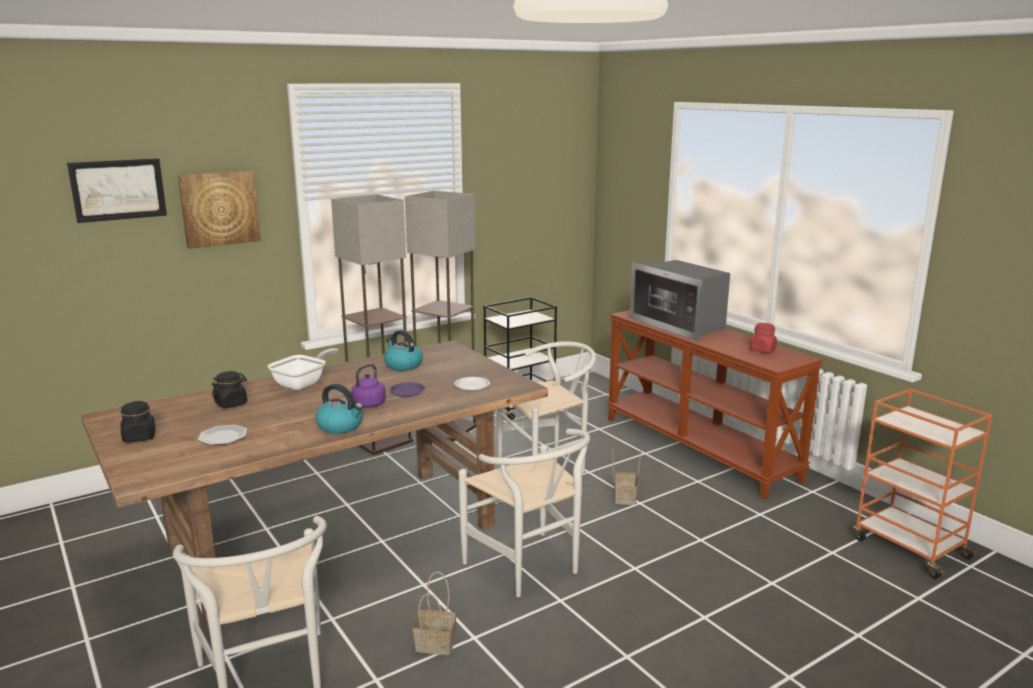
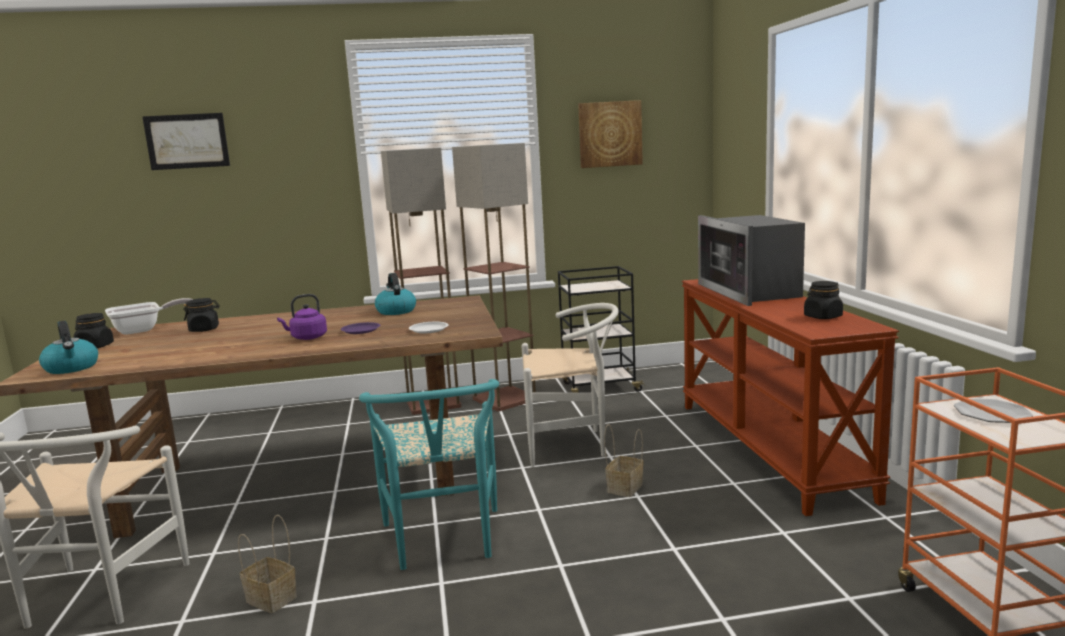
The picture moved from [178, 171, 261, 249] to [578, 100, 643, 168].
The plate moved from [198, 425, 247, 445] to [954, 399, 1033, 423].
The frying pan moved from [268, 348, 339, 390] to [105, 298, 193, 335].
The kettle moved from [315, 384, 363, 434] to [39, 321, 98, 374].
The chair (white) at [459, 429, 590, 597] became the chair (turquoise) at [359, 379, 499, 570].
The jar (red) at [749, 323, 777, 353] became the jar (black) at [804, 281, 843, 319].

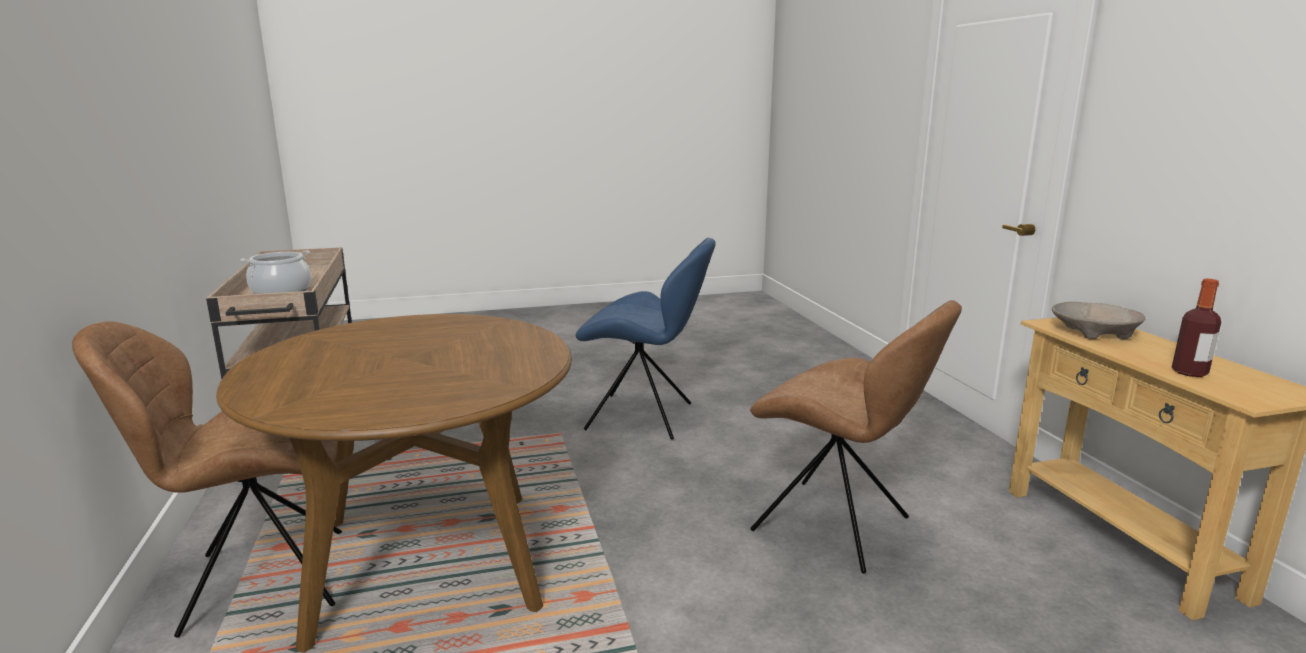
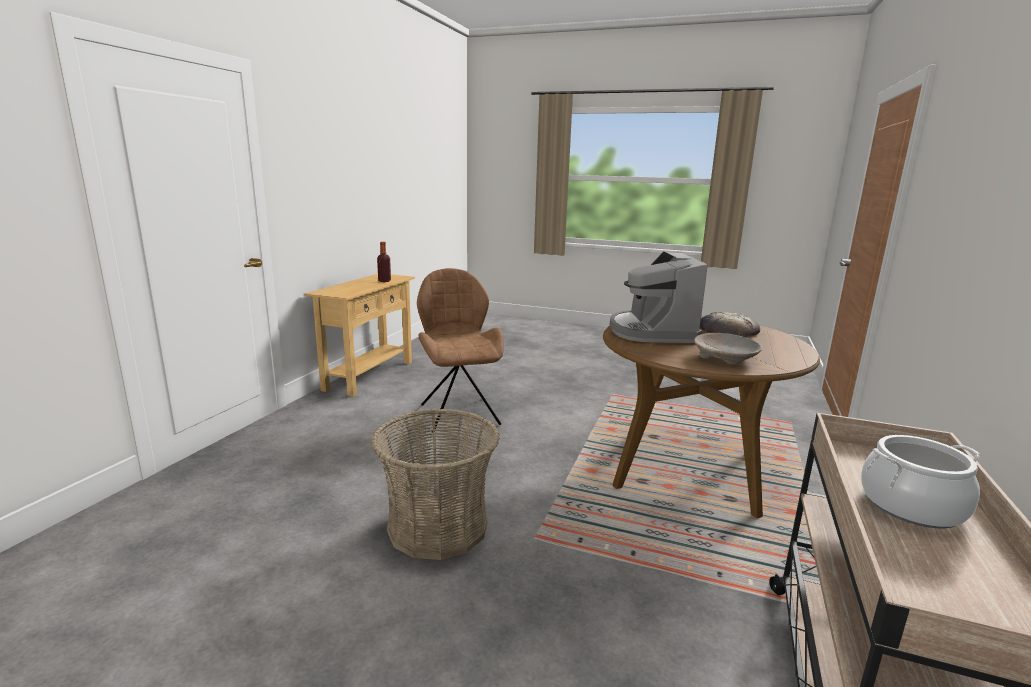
The chair (brown) at [72, 321, 342, 638] disappeared.
The chair (blue) at [575, 238, 716, 440] was replaced by the basket at [371, 409, 500, 560].
The bowl (beige) moved from [1052, 302, 1146, 339] to [694, 333, 762, 365].
The coffee machine at [609, 251, 708, 343] appeared.
The bread at [700, 312, 760, 337] appeared.

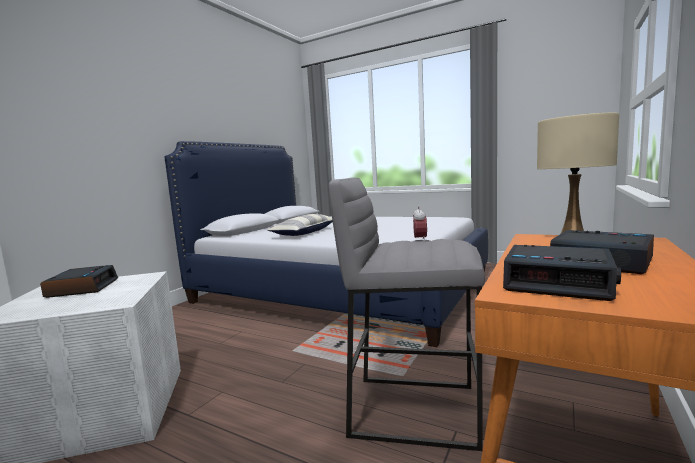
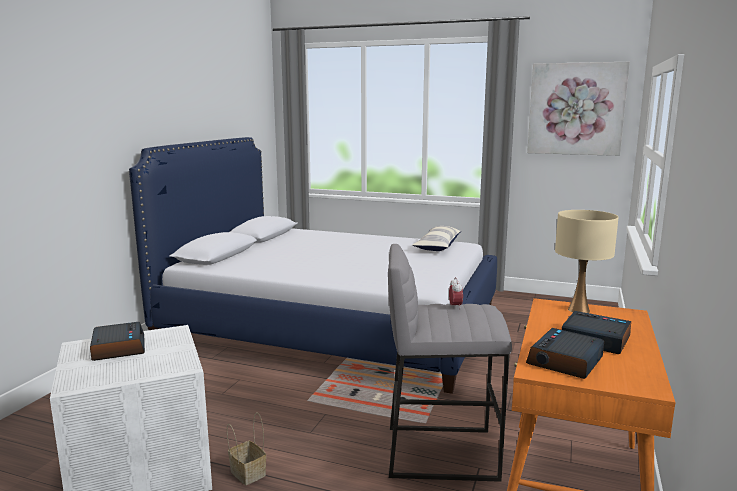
The pillow moved from [267, 214, 333, 236] to [412, 226, 461, 251].
The alarm clock at [503, 245, 621, 301] turned 105 degrees clockwise.
The basket at [227, 413, 266, 485] appeared.
The picture at [527, 62, 630, 156] appeared.

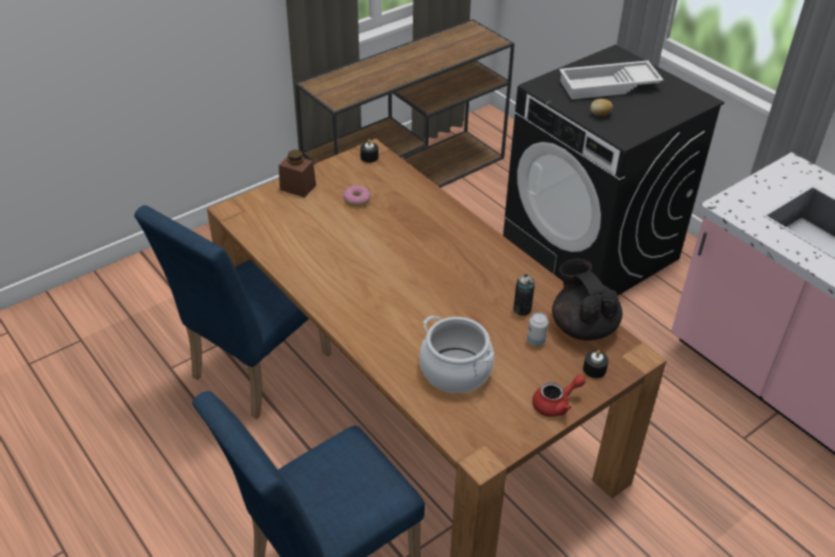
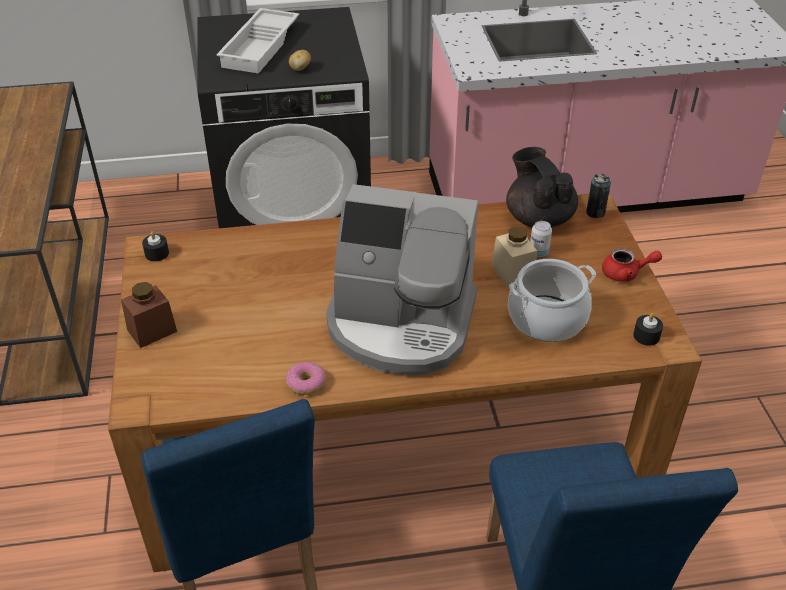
The donut moved from [343, 186, 370, 206] to [285, 362, 326, 395].
The can moved from [513, 274, 535, 316] to [586, 174, 611, 218].
The teapot (red) at [532, 375, 586, 417] turned 90 degrees clockwise.
The teapot (black) at [552, 259, 622, 341] turned 60 degrees clockwise.
The candle (black) moved from [583, 350, 609, 378] to [633, 313, 663, 346].
The coffee machine at [326, 184, 478, 375] appeared.
The jar (beige) at [492, 227, 537, 289] appeared.

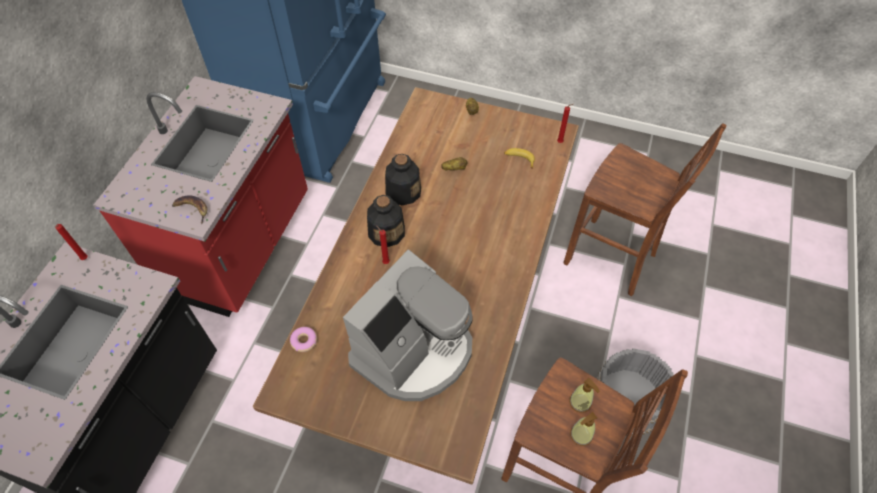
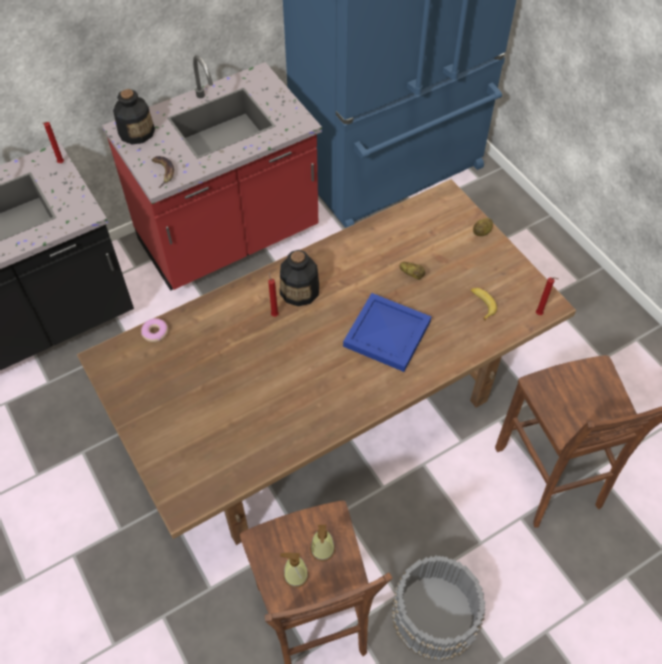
The coffee machine at [343, 249, 472, 401] disappeared.
The bottle moved from [385, 154, 421, 205] to [113, 89, 155, 144].
The tray (blue) at [343, 293, 431, 372] appeared.

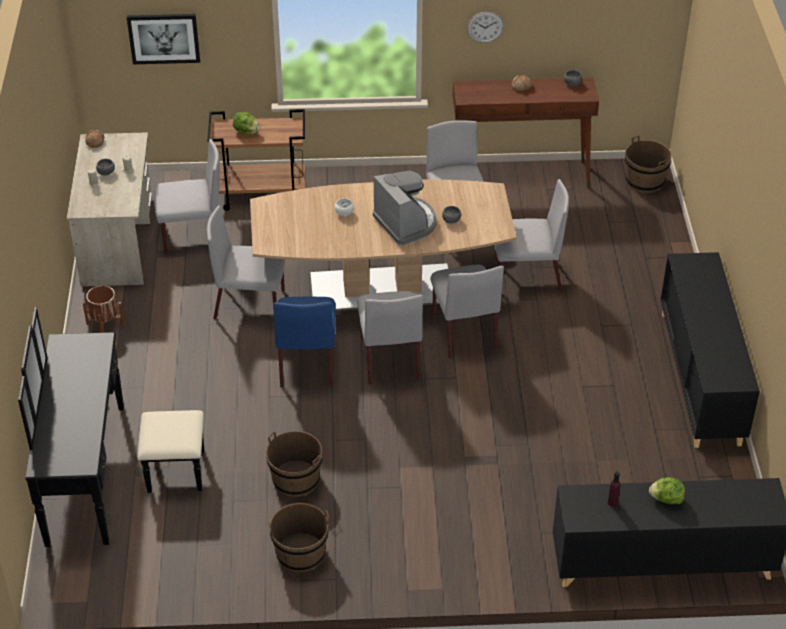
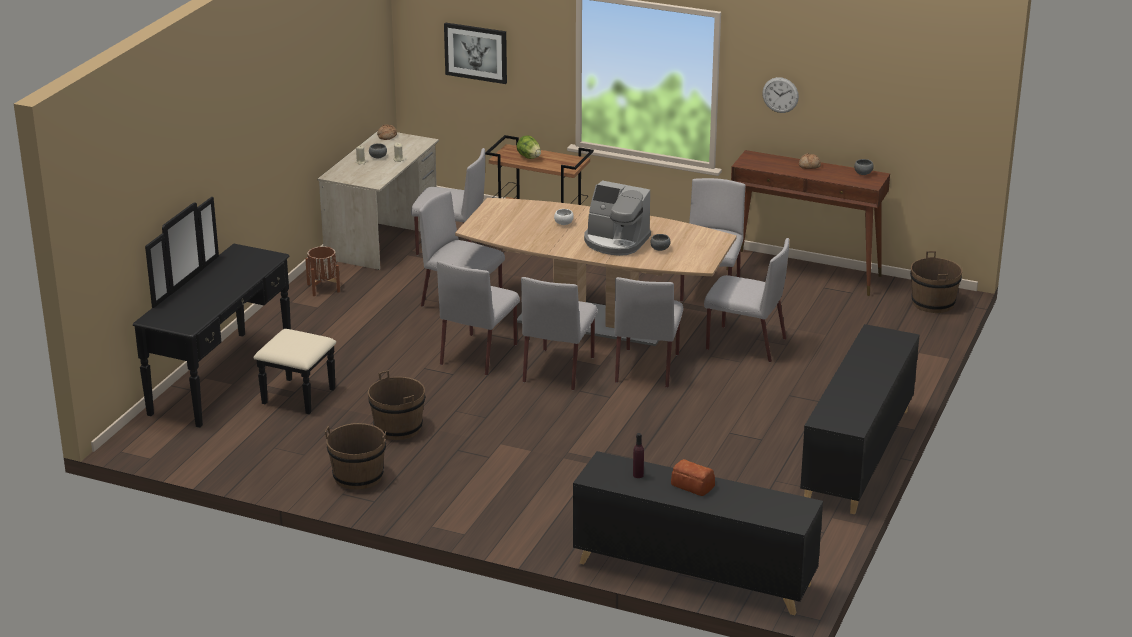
The chair (blue) at [273, 296, 336, 388] became the chair (grey) at [437, 261, 520, 376].
The coffee machine at [373, 171, 437, 246] turned 120 degrees clockwise.
The lettuce at [649, 477, 685, 504] was replaced by the bread at [671, 459, 715, 496].

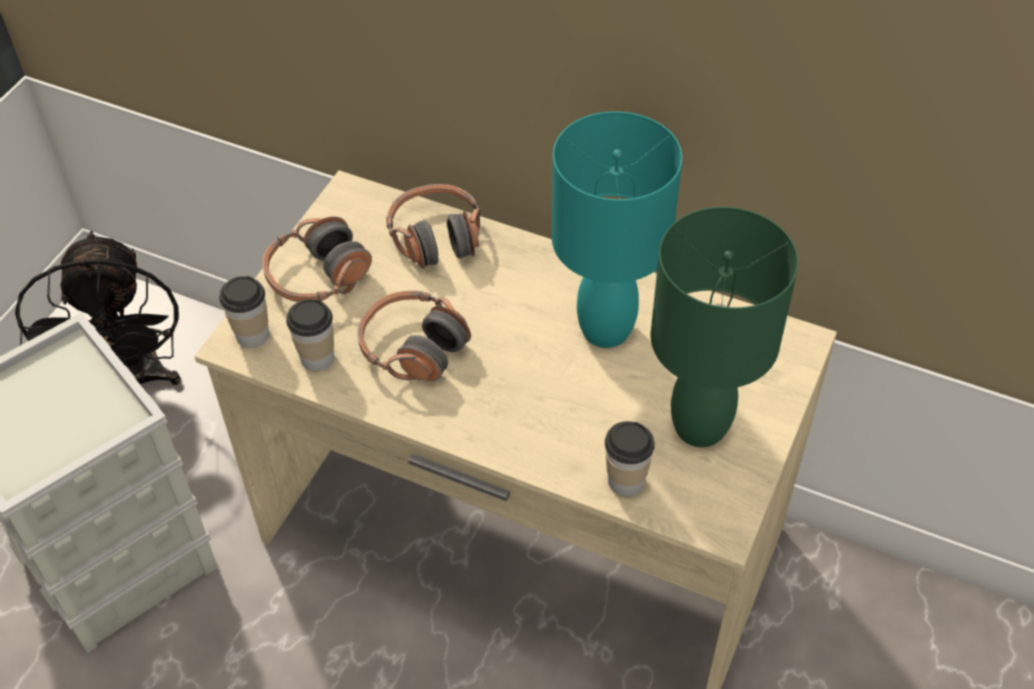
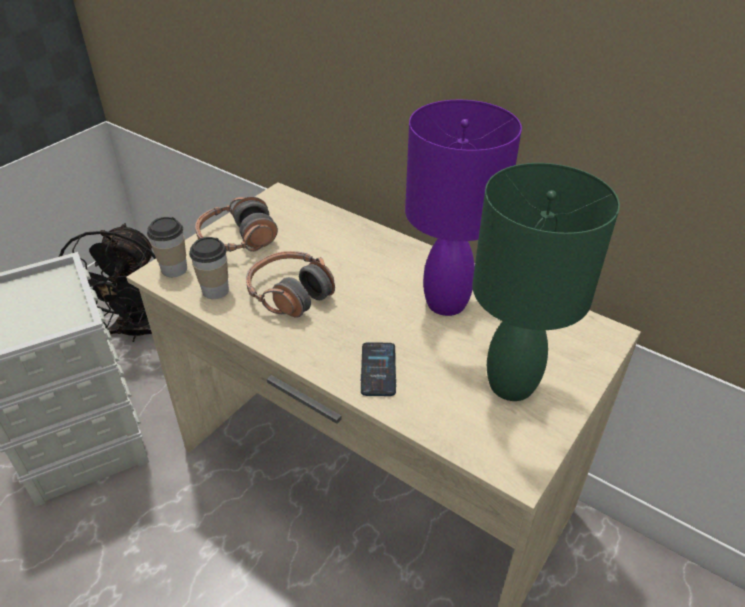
The headphones at [386, 184, 481, 269] disappeared.
The table lamp (turquoise) at [552, 111, 682, 348] became the table lamp (purple) at [405, 100, 522, 316].
The cup at [605, 421, 655, 496] disappeared.
The phone at [361, 342, 396, 396] appeared.

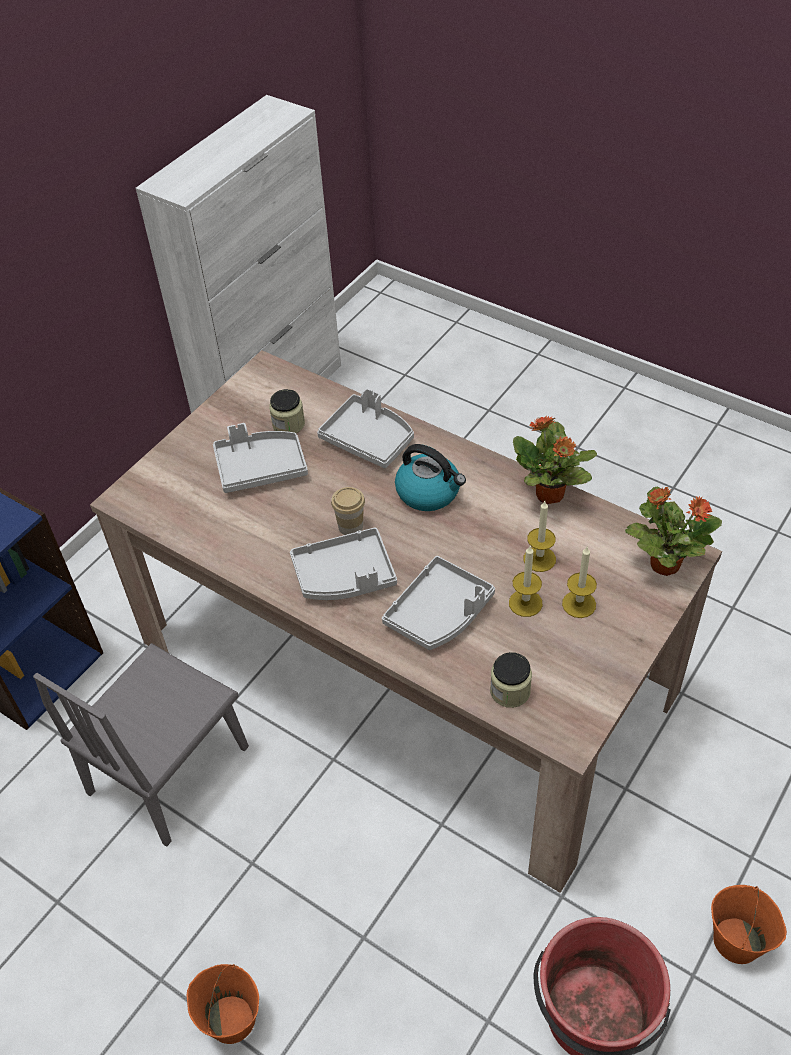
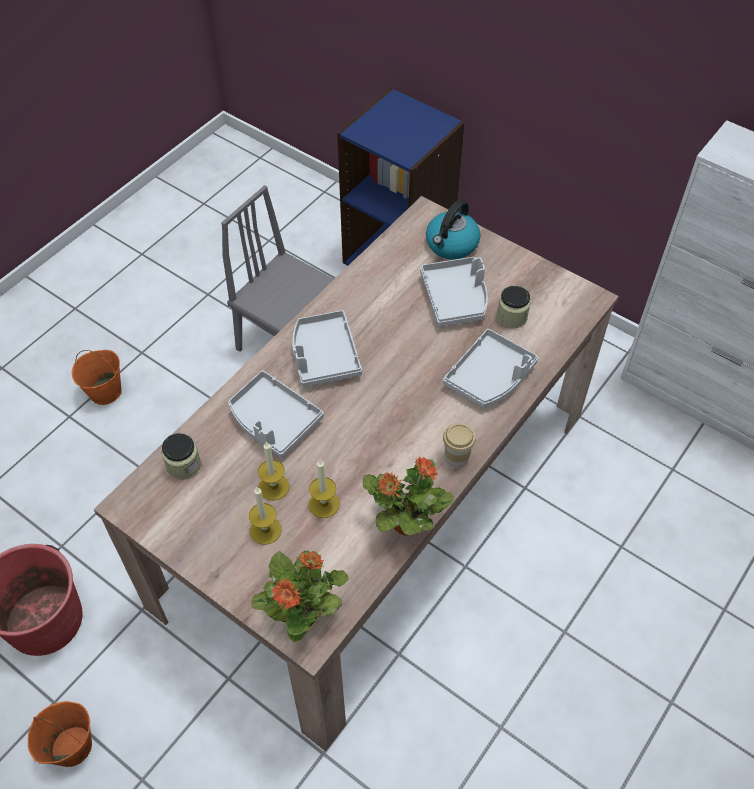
The cup moved from [331, 487, 365, 535] to [443, 423, 476, 468].
The kettle moved from [395, 444, 466, 511] to [426, 200, 481, 259].

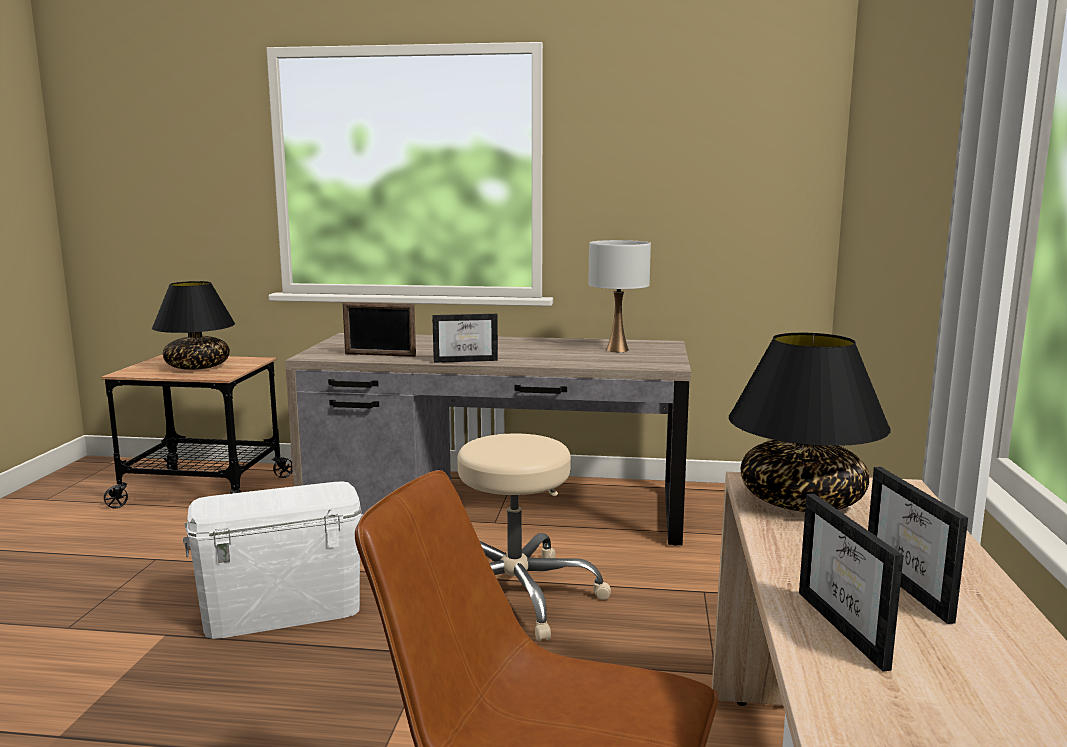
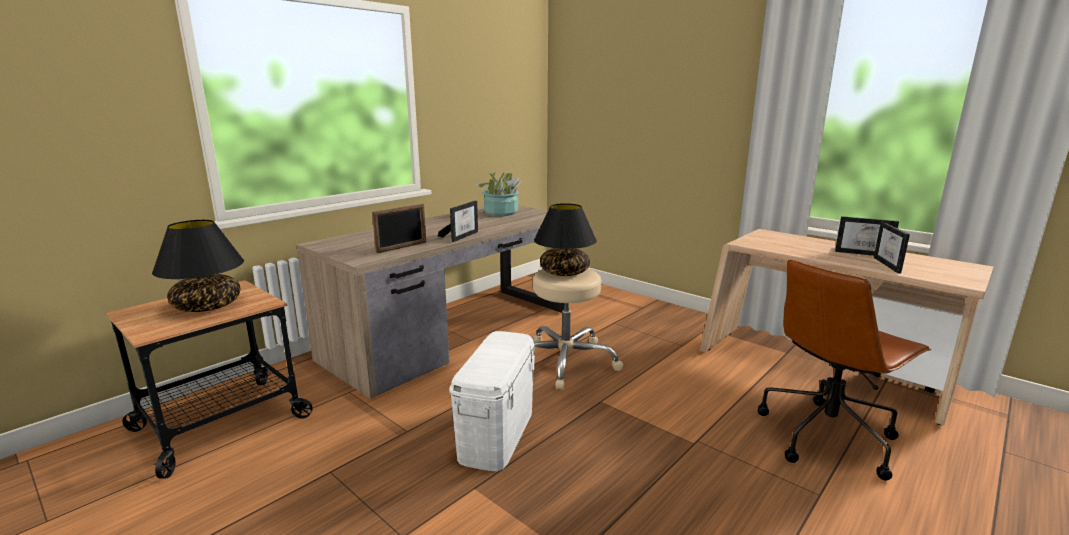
The table lamp (white) at [588, 240, 651, 352] was replaced by the potted plant at [475, 172, 521, 216].
The table lamp (black) moved from [729, 333, 891, 512] to [534, 203, 597, 276].
The picture frame at [799, 494, 904, 672] turned 75 degrees clockwise.

